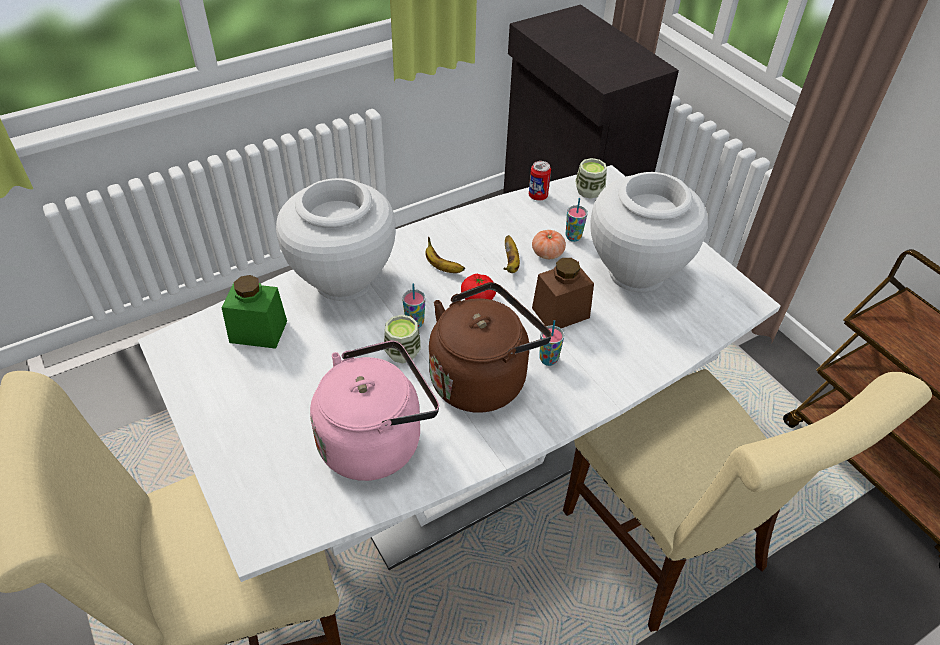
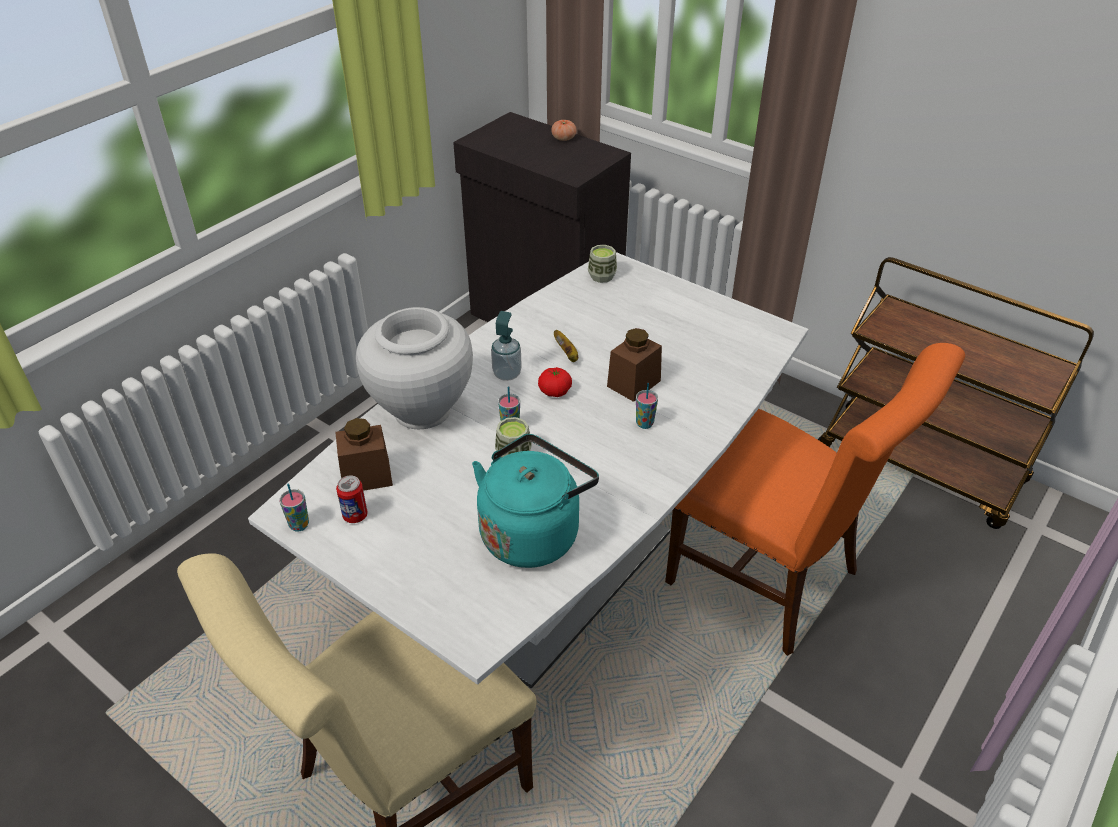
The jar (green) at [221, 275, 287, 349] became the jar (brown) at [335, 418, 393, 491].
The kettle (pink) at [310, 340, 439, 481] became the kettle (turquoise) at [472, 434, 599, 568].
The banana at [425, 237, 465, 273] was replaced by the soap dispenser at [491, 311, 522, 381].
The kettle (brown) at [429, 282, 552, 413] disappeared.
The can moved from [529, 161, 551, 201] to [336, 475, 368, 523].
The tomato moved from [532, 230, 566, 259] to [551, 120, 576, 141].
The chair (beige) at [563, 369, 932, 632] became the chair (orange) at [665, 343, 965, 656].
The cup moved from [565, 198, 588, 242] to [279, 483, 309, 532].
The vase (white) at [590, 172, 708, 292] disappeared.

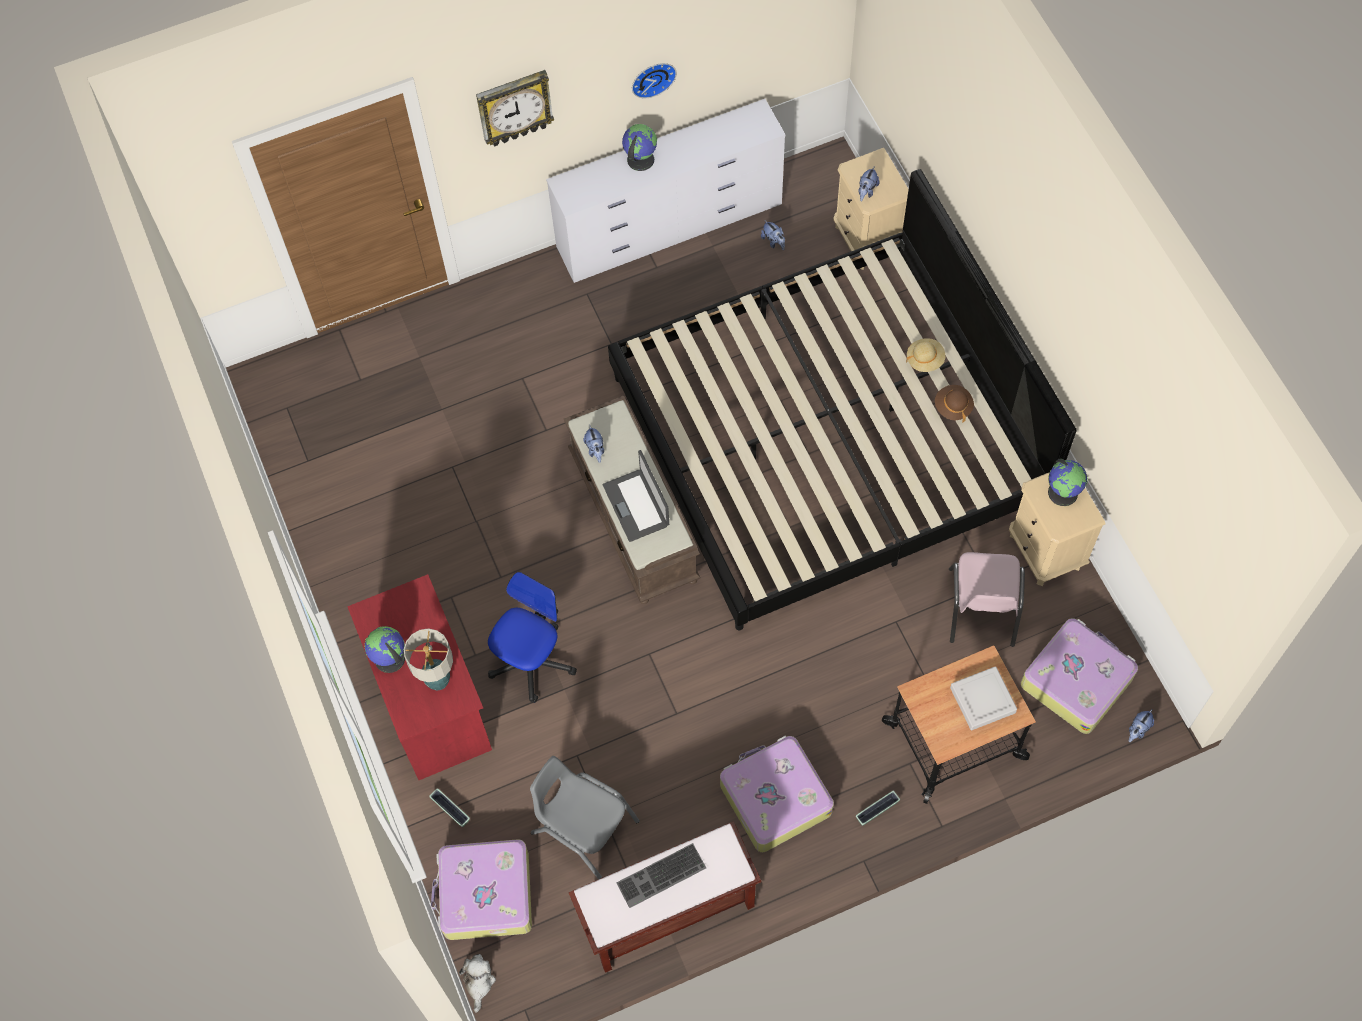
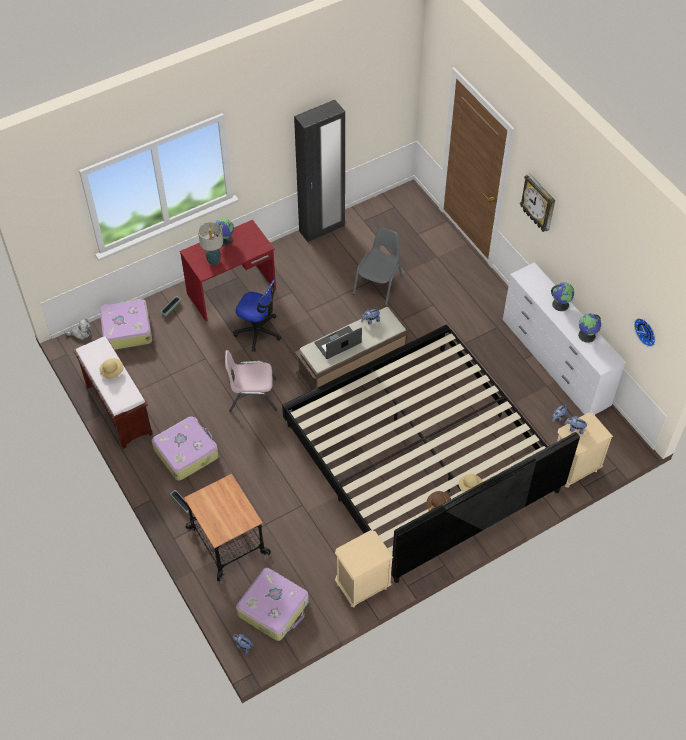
The chair (grey) moved from [530, 756, 640, 880] to [353, 227, 403, 306].
The keyboard at [616, 843, 706, 908] was replaced by the hat (beige) at [100, 358, 123, 379].
The wall clock moved from [632, 63, 677, 98] to [634, 318, 655, 347].
The chair (pink) moved from [949, 552, 1025, 647] to [225, 350, 277, 412].
The tray (grey) at [950, 666, 1017, 730] disappeared.
The globe moved from [1048, 459, 1088, 506] to [578, 314, 601, 343].
The wardrobe (black) at [294, 100, 345, 242] appeared.

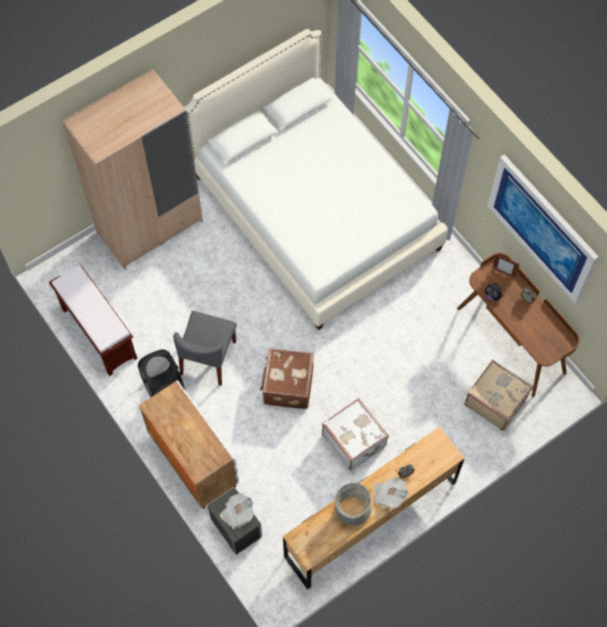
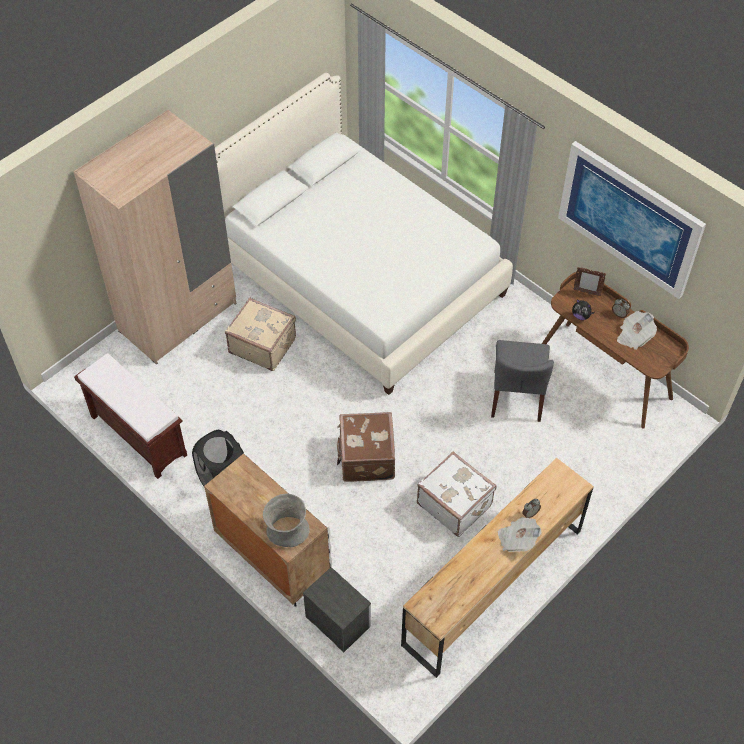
The chair (grey) moved from [173, 311, 237, 386] to [491, 340, 554, 422].
The newspaper moved from [220, 493, 254, 529] to [617, 311, 657, 350].
The vase (grey) moved from [335, 483, 371, 526] to [263, 493, 310, 547].
The suitcase (beige) moved from [464, 360, 533, 431] to [225, 298, 296, 371].

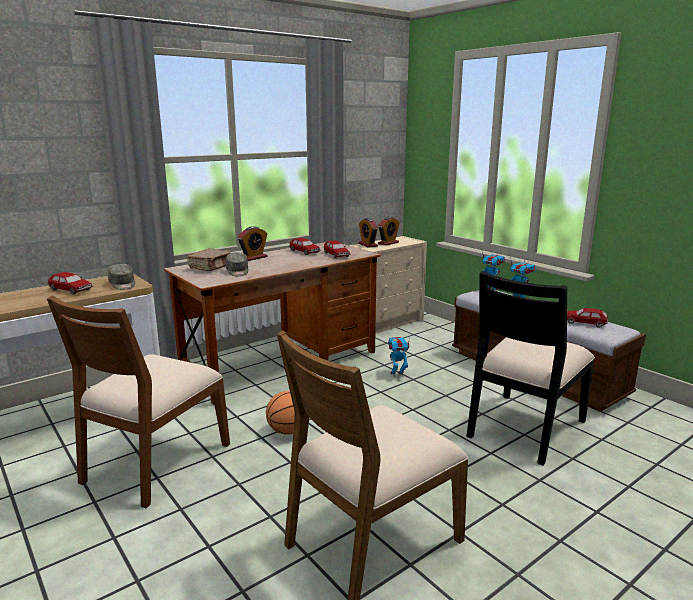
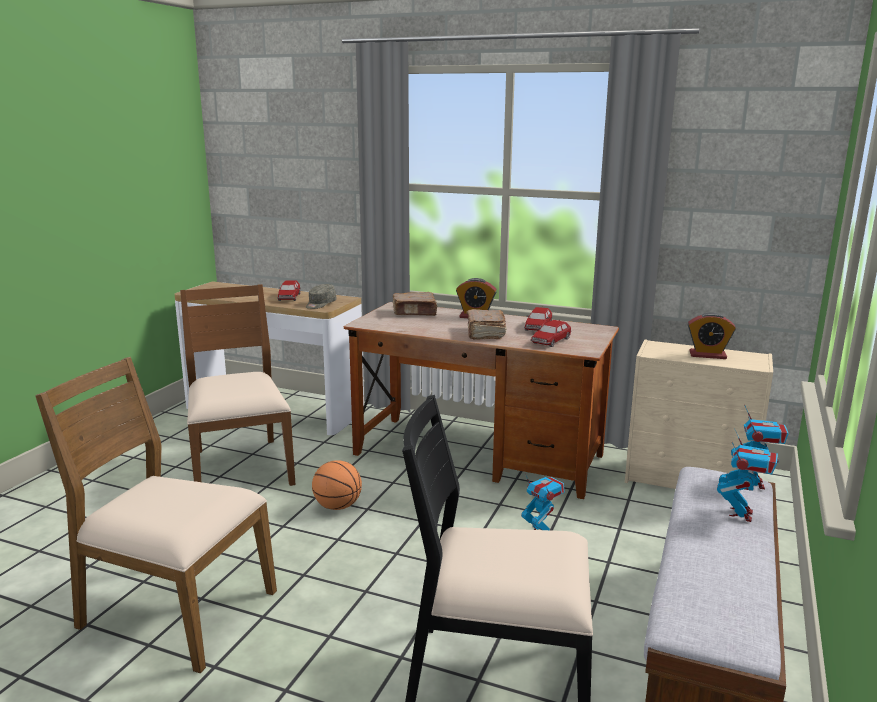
The chair (brown) at [47, 296, 230, 508] turned 75 degrees clockwise.
The cap (grey) at [226, 252, 248, 276] disappeared.
The alarm clock at [358, 218, 378, 248] disappeared.
The toy car at [567, 308, 608, 328] disappeared.
The book (brown) at [466, 309, 507, 339] appeared.

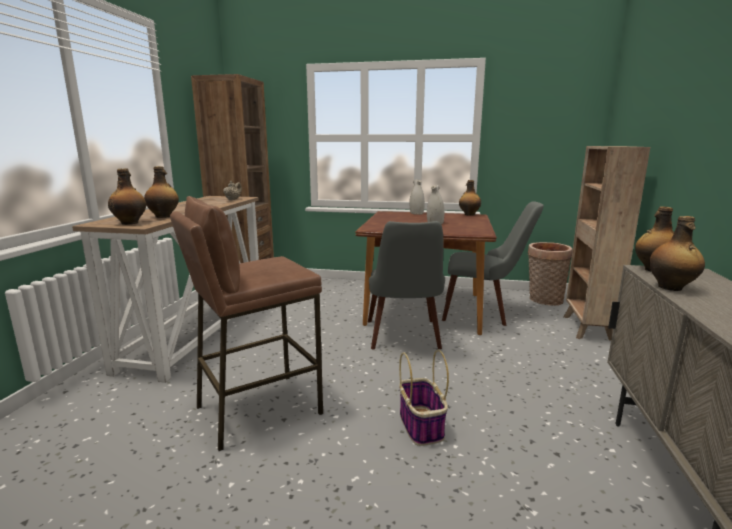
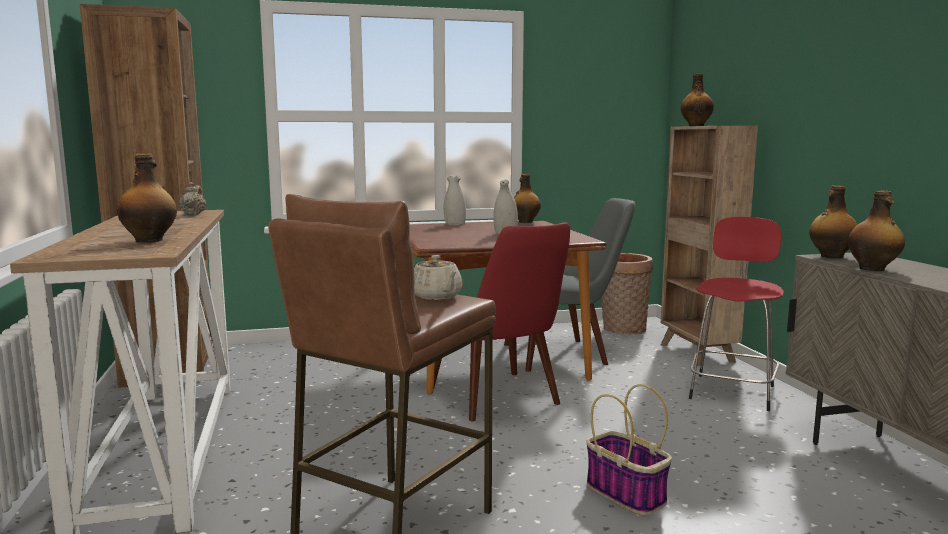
The bottle moved from [108, 169, 146, 225] to [680, 73, 714, 126].
The chair (grey) at [368, 221, 445, 349] became the chair (red) at [434, 222, 570, 421].
The teapot (beige) at [414, 255, 463, 300] appeared.
The stool (red) at [689, 217, 784, 411] appeared.

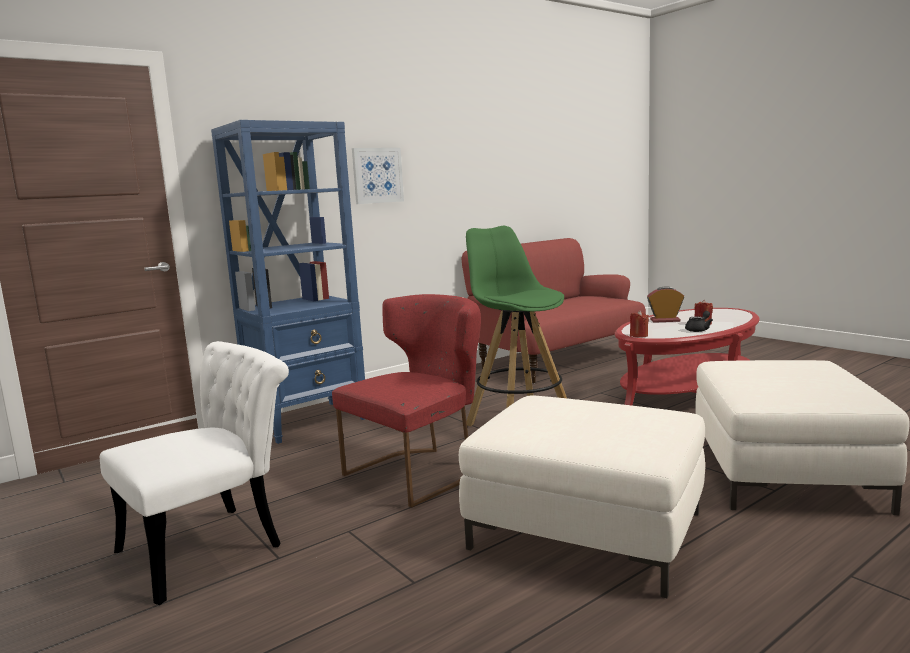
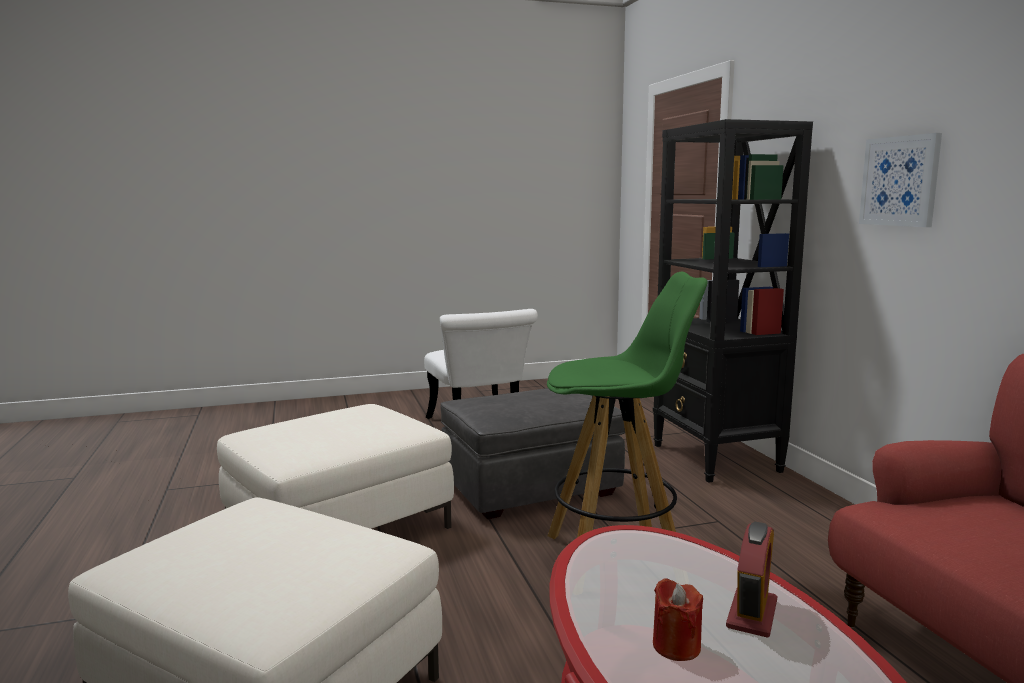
The bookcase (blue) at [211, 120, 365, 444] became the bookcase (black) at [653, 119, 813, 483].
The chair (red) at [332, 294, 481, 508] was replaced by the ottoman (grey) at [440, 388, 625, 519].
The candle (red) at [630, 310, 649, 338] disappeared.
The teapot (black) at [685, 311, 713, 332] disappeared.

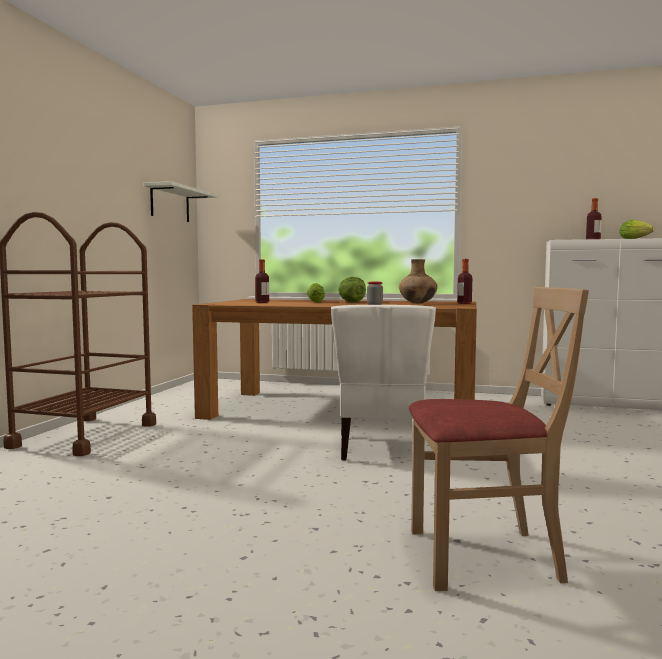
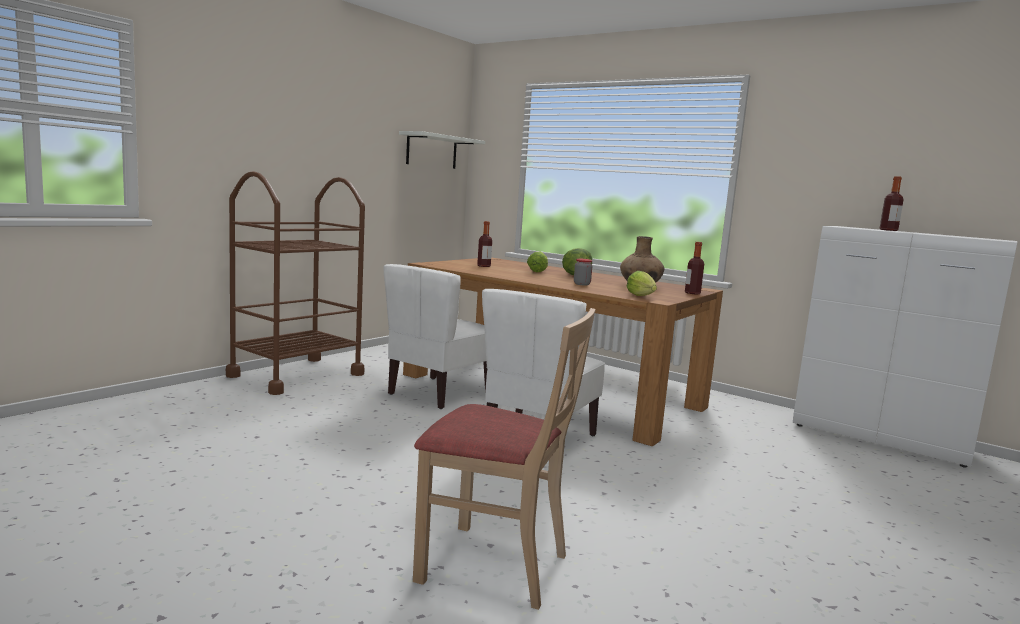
The lettuce moved from [620, 220, 654, 239] to [627, 271, 657, 296].
The chair (white) at [383, 264, 487, 409] appeared.

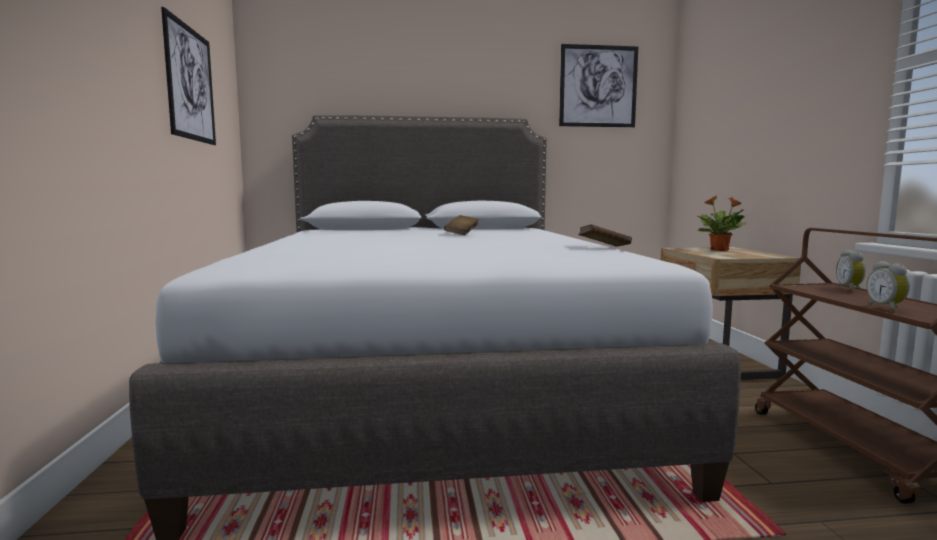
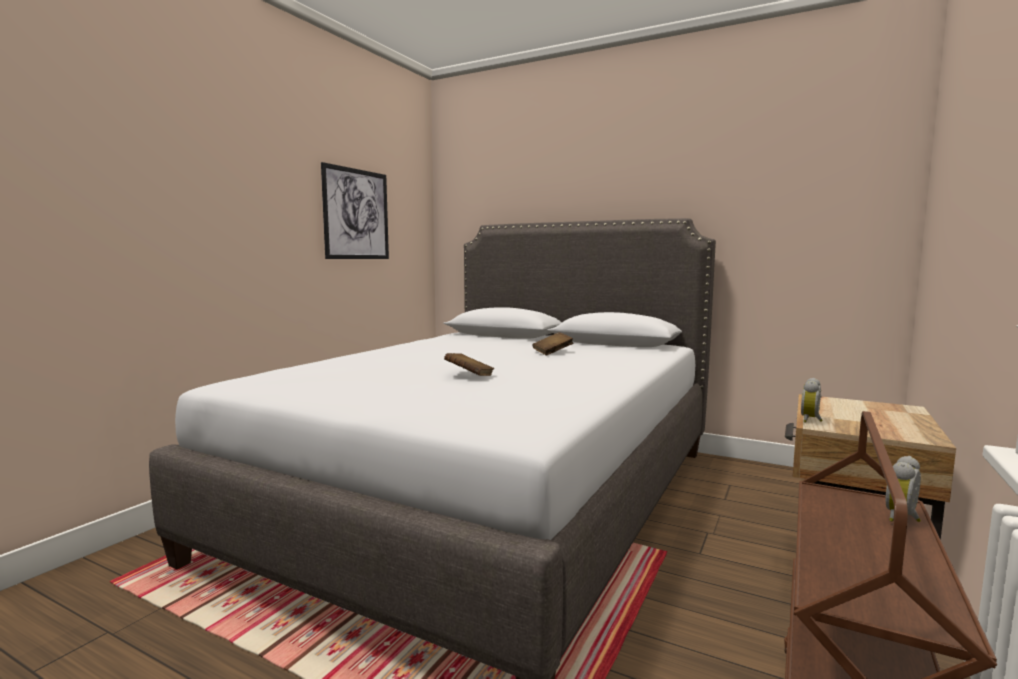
The picture at [559, 44, 638, 127] disappeared.
The book (brown) moved from [578, 224, 632, 247] to [444, 353, 494, 376].
The potted plant at [698, 196, 747, 251] disappeared.
The alarm clock moved from [867, 261, 910, 311] to [801, 378, 823, 423].

